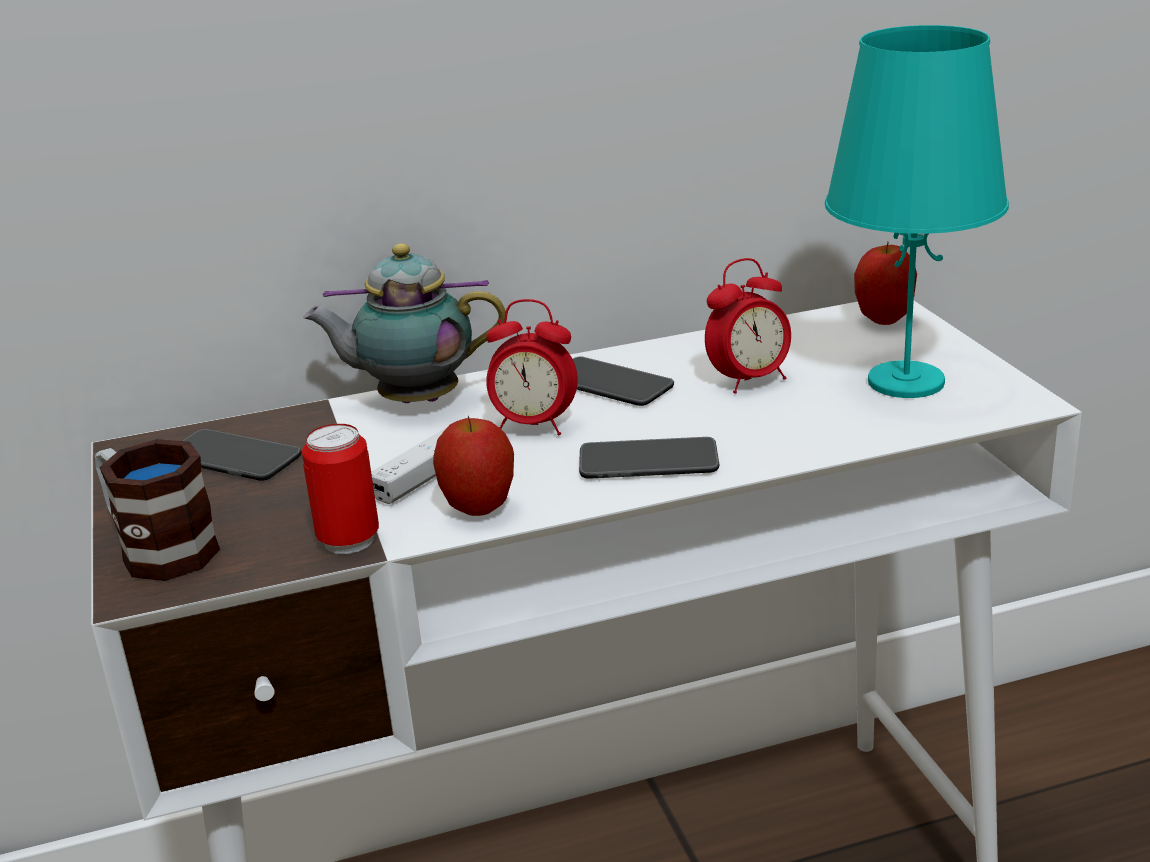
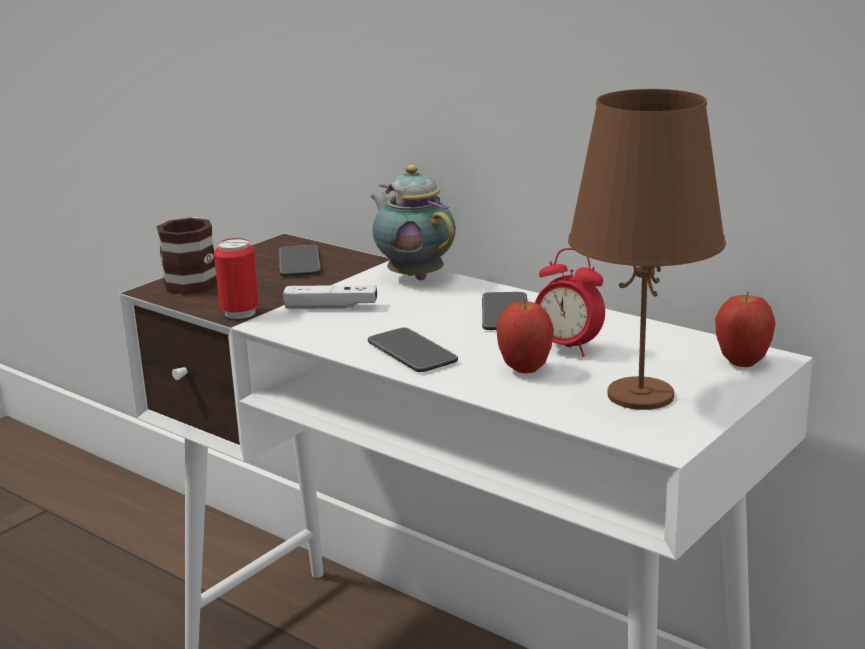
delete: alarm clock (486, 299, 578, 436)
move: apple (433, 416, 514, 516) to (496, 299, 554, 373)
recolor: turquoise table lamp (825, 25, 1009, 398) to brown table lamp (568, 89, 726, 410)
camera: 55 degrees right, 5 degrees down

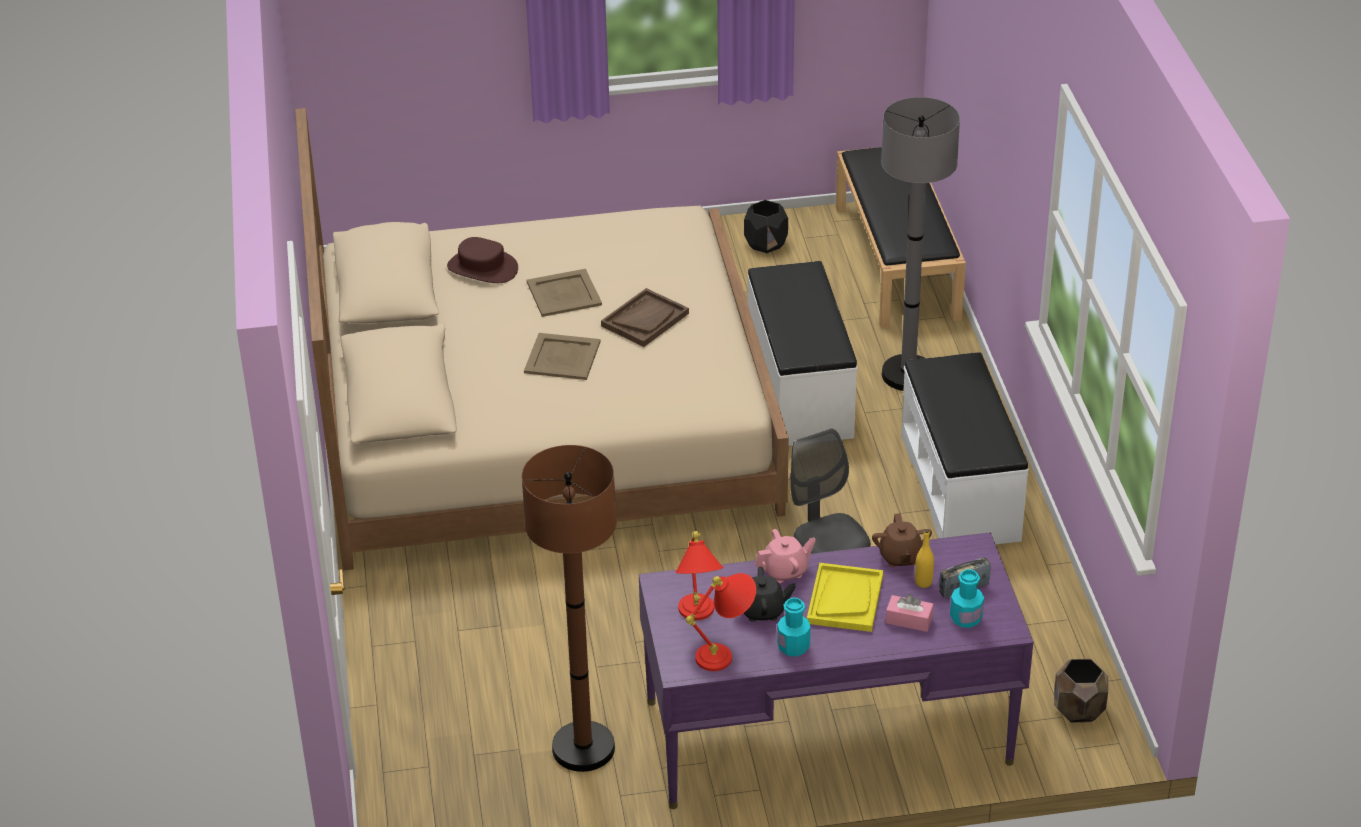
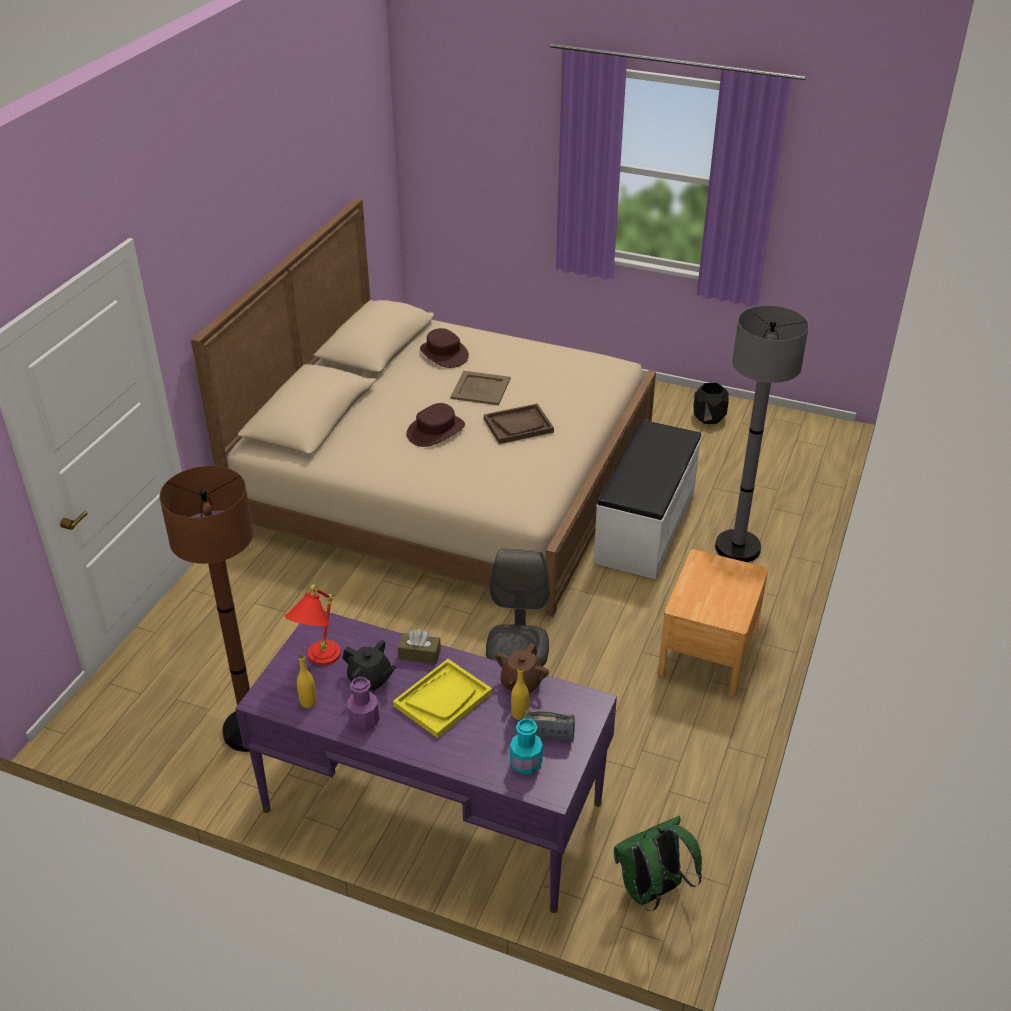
delete: black bench (836, 147, 966, 329); pink tissue box (886, 594, 934, 632)
replace: red table lamp (686, 573, 756, 671) to yellow bottle (297, 655, 317, 708); pink teapot (755, 529, 816, 583) to brown tissue box (398, 629, 441, 664); beige tray (524, 333, 601, 380) to brown hat (407, 403, 465, 447); brown planter (1054, 659, 1108, 723) to green backpack (614, 816, 702, 911); white bench (901, 352, 1029, 545) to brown nightstand (658, 549, 768, 696)
recolor: turquoise bottle (777, 598, 810, 657) to purple bottle (347, 677, 379, 731)
camera: 30 degrees right, 0 degrees up

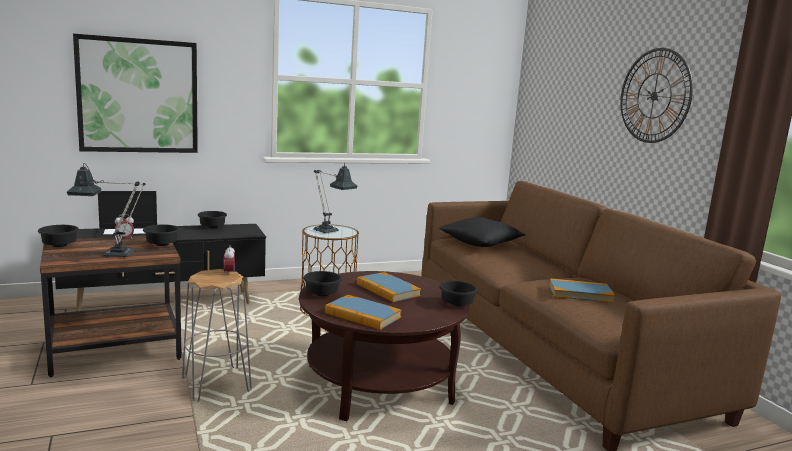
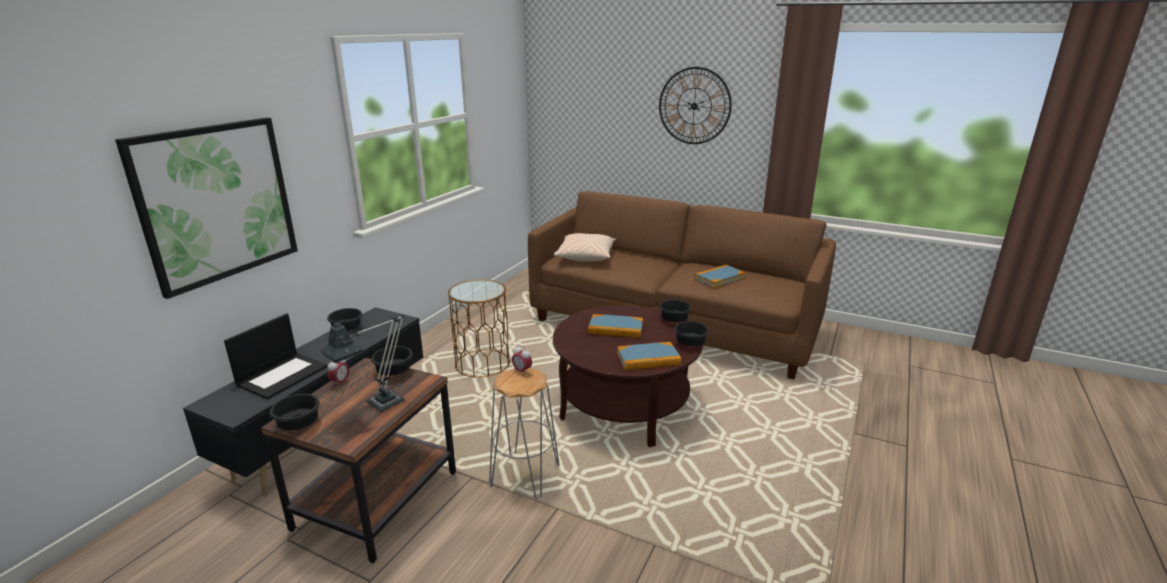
delete: table lamp (313, 163, 357, 234)
move: black bowl (303, 271, 342, 296) to (674, 321, 709, 346)
recolor: black pillow (439, 217, 526, 247) to beige pillow (554, 233, 616, 262)
camera: 40 degrees left, 10 degrees up

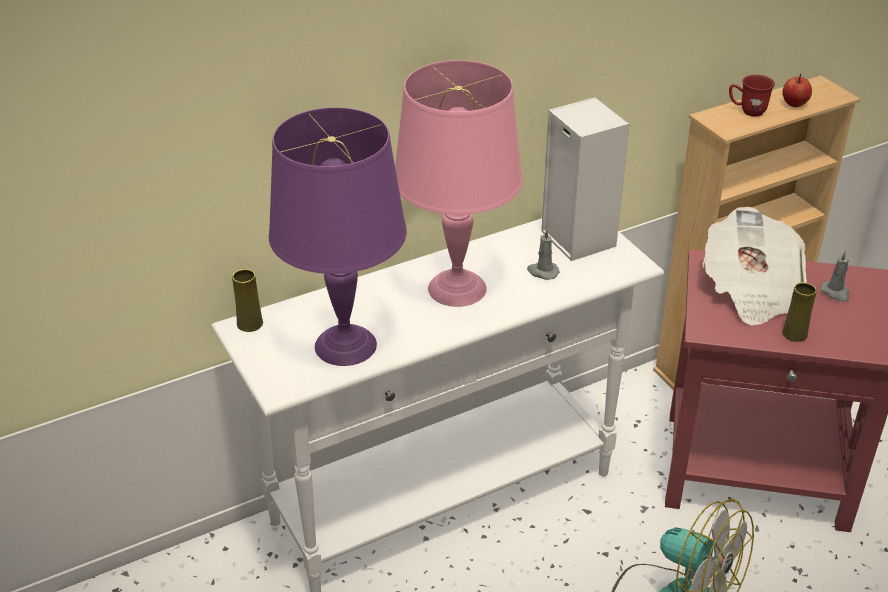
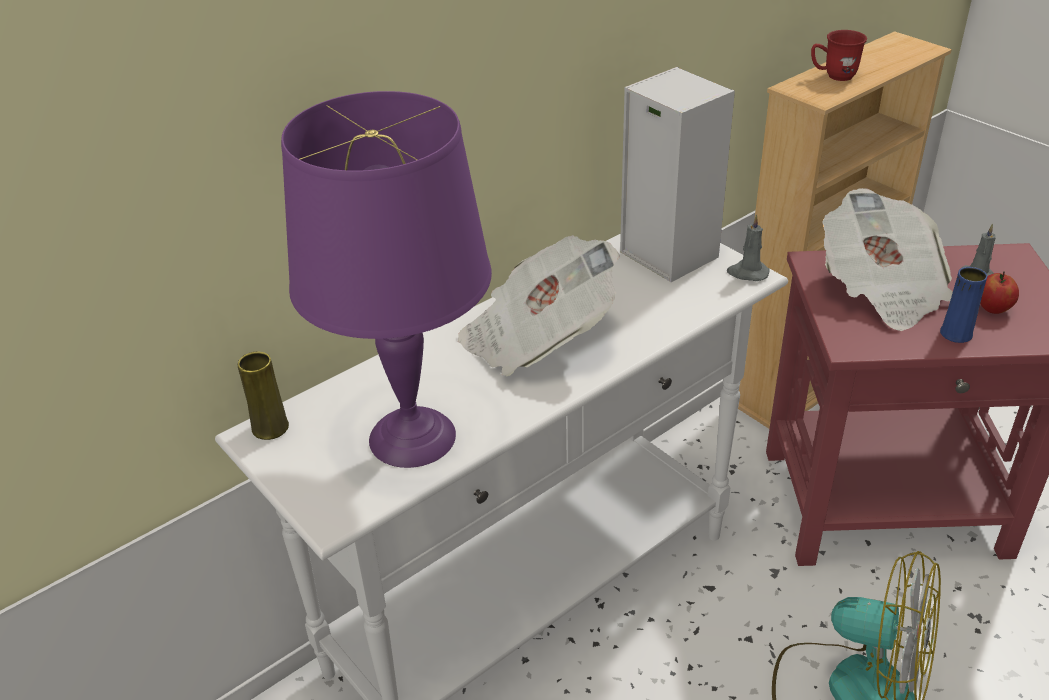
move: grey candle (527, 228, 560, 280) to (727, 215, 770, 281); apple (783, 74, 812, 107) to (980, 271, 1019, 314)
replace: pink table lamp (395, 60, 523, 307) to newspaper (458, 235, 620, 376)
recolor: yellow vase (782, 282, 817, 342) to blue vase (940, 267, 987, 343)
camera: 10 degrees left, 0 degrees up

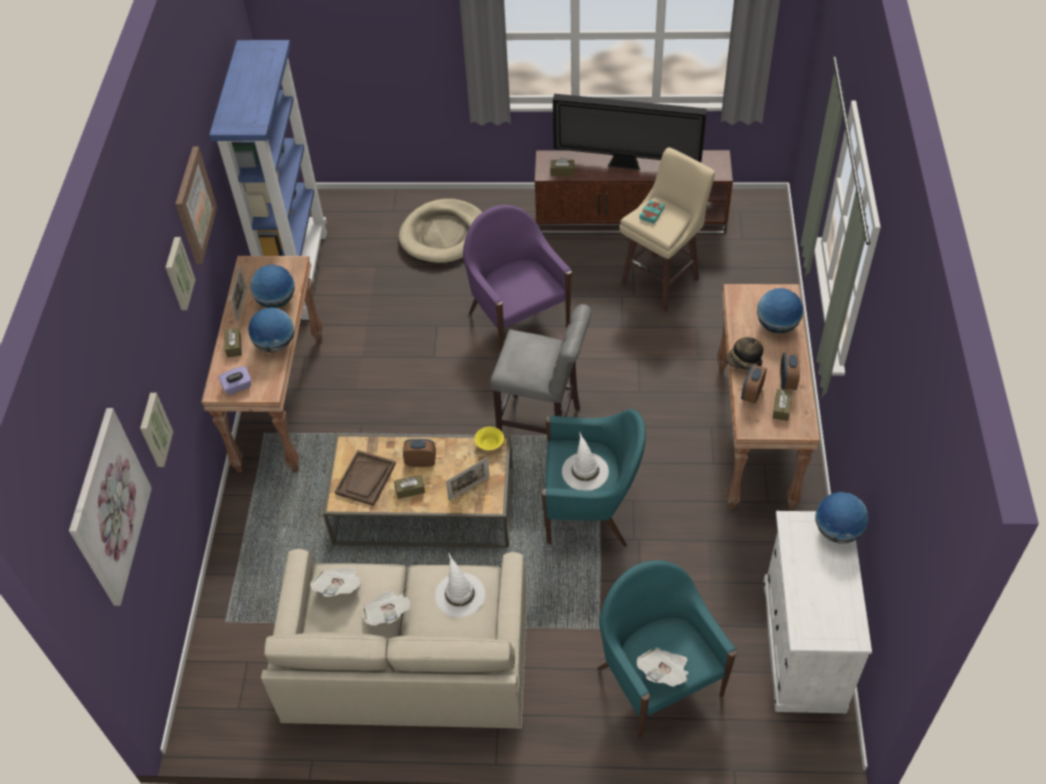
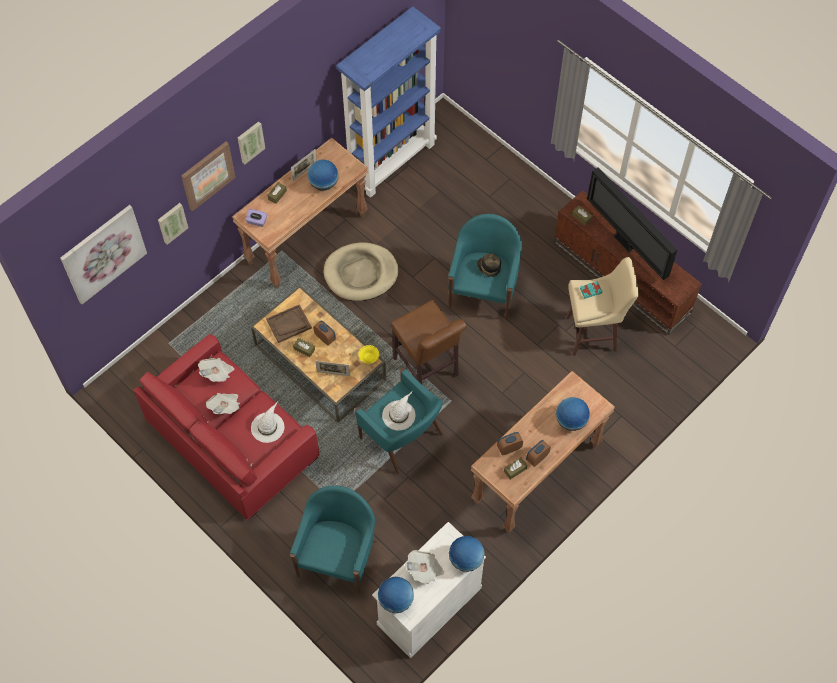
move: picture (176, 147, 217, 264) to (181, 142, 236, 211); beige dog bed (398, 199, 482, 264) to (323, 242, 399, 301); globe (248, 307, 294, 352) to (378, 577, 414, 613); newspaper (637, 647, 688, 687) to (405, 550, 444, 584); hat (726, 337, 763, 370) to (477, 253, 501, 277)
recolor: beige sofa (261, 549, 527, 728) to red sofa (134, 334, 320, 520); grey stool (490, 304, 592, 434) to brown stool (391, 300, 467, 384); purple armchair (463, 205, 572, 353) to turquoise armchair (448, 214, 522, 320)
camera: 40 degrees right, 10 degrees up

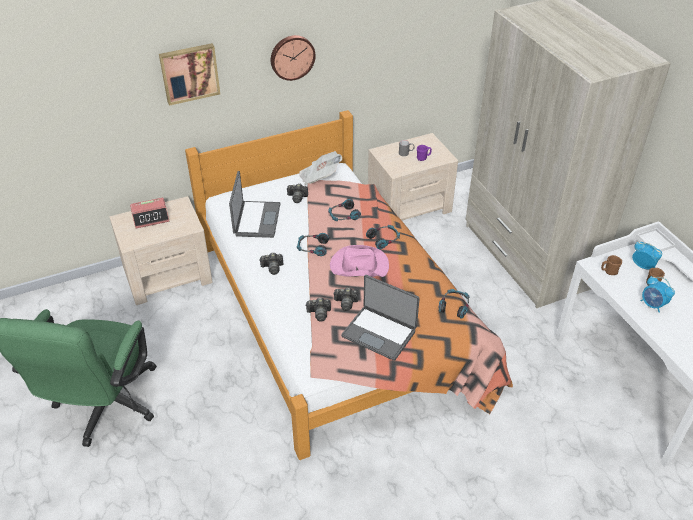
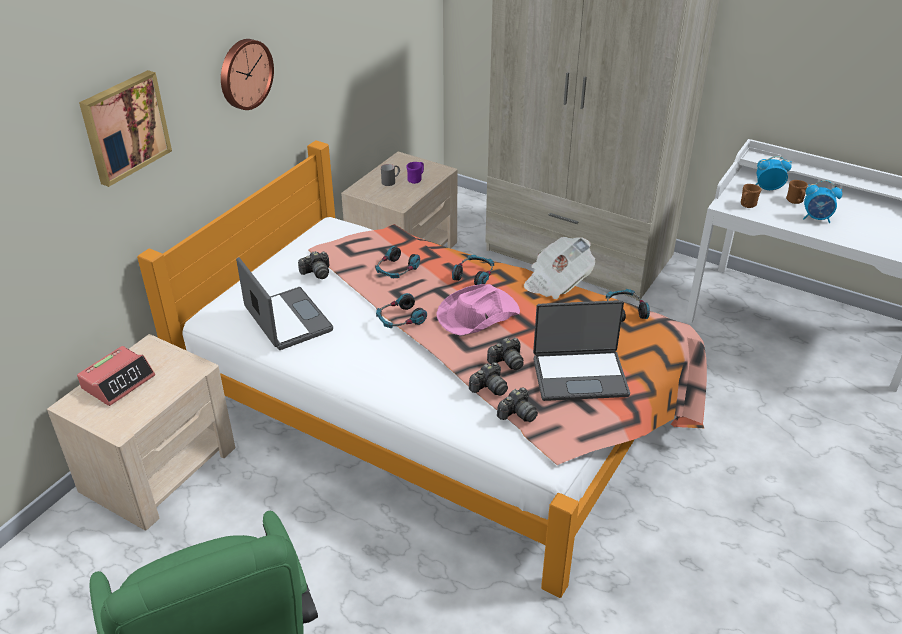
move: photo camera (260, 253, 284, 275) to (497, 387, 538, 422); newspaper (299, 151, 342, 185) to (524, 237, 595, 299)
camera: 35 degrees left, 5 degrees down

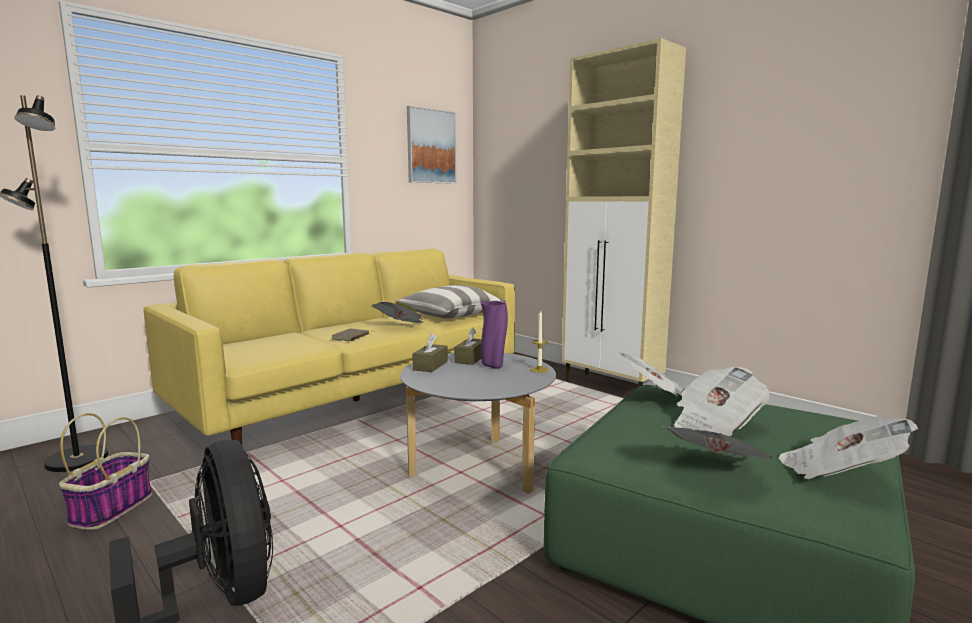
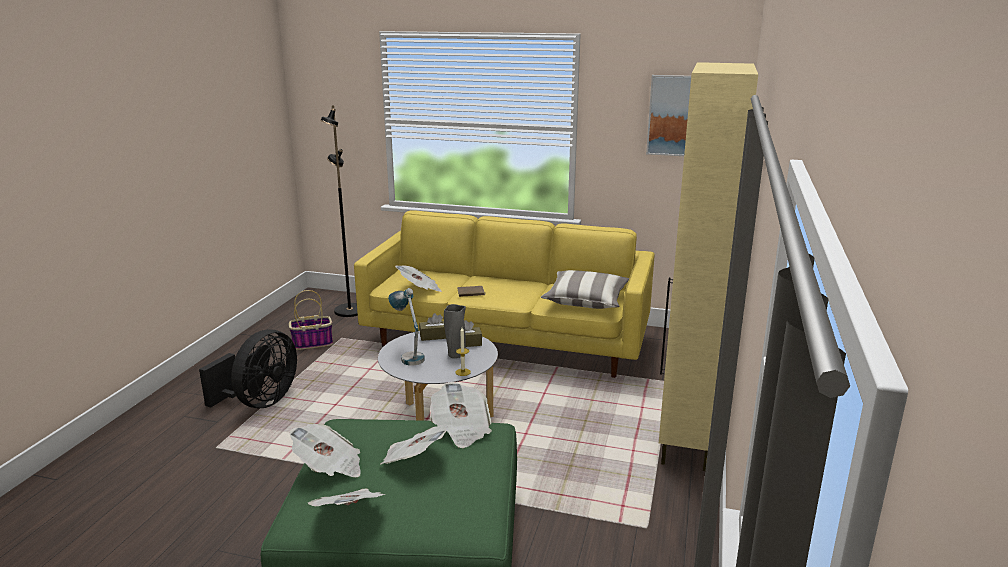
insert: table lamp (388, 288, 425, 366)
move: newspaper (372, 302, 424, 323) to (396, 265, 442, 292)
recolor: purple vase (481, 301, 508, 368) to grey vase (444, 304, 466, 358)
camera: 60 degrees right, 10 degrees up

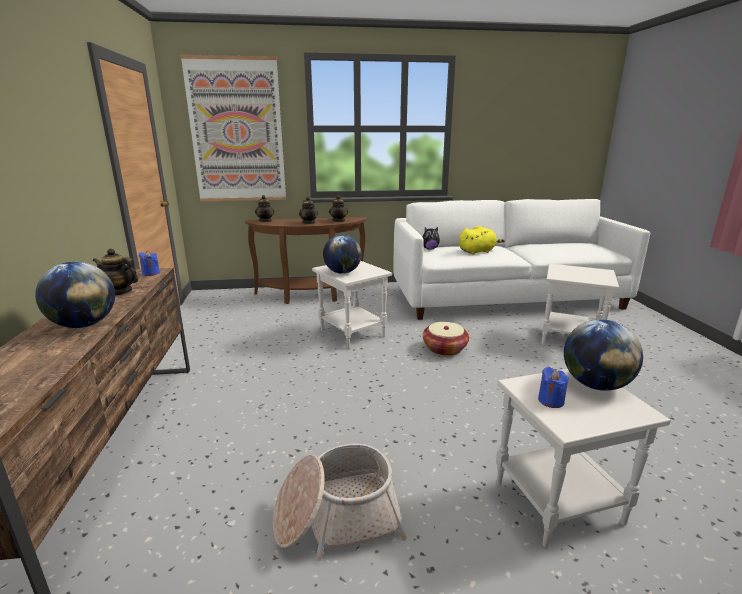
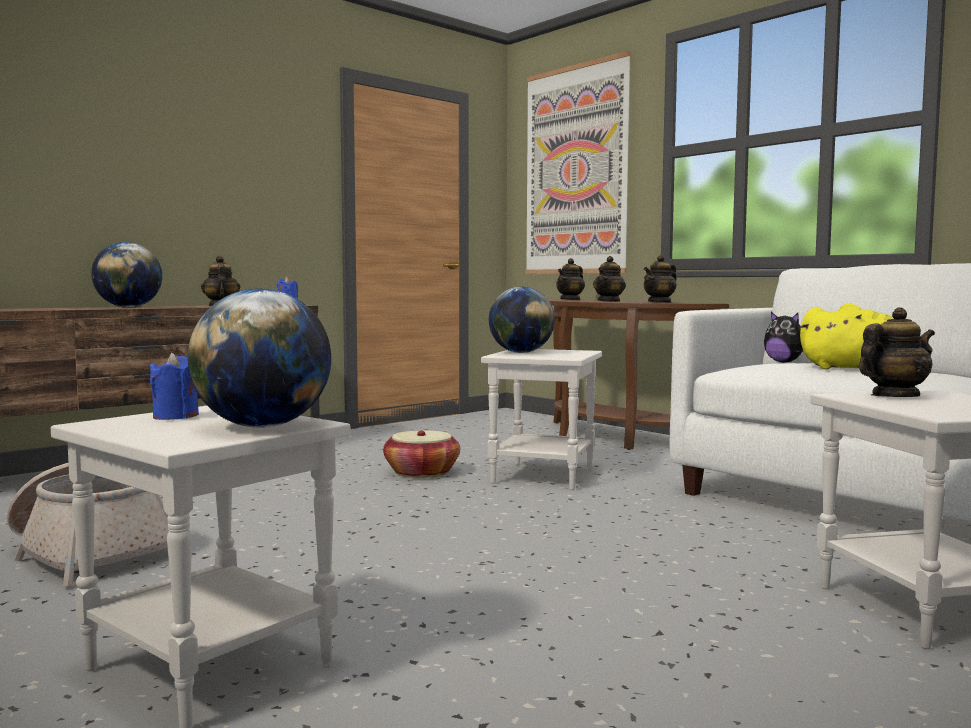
insert: teapot (859, 307, 935, 397)
move: basket (423, 322, 469, 356) to (383, 430, 460, 478)
camera: 55 degrees right, 15 degrees down

